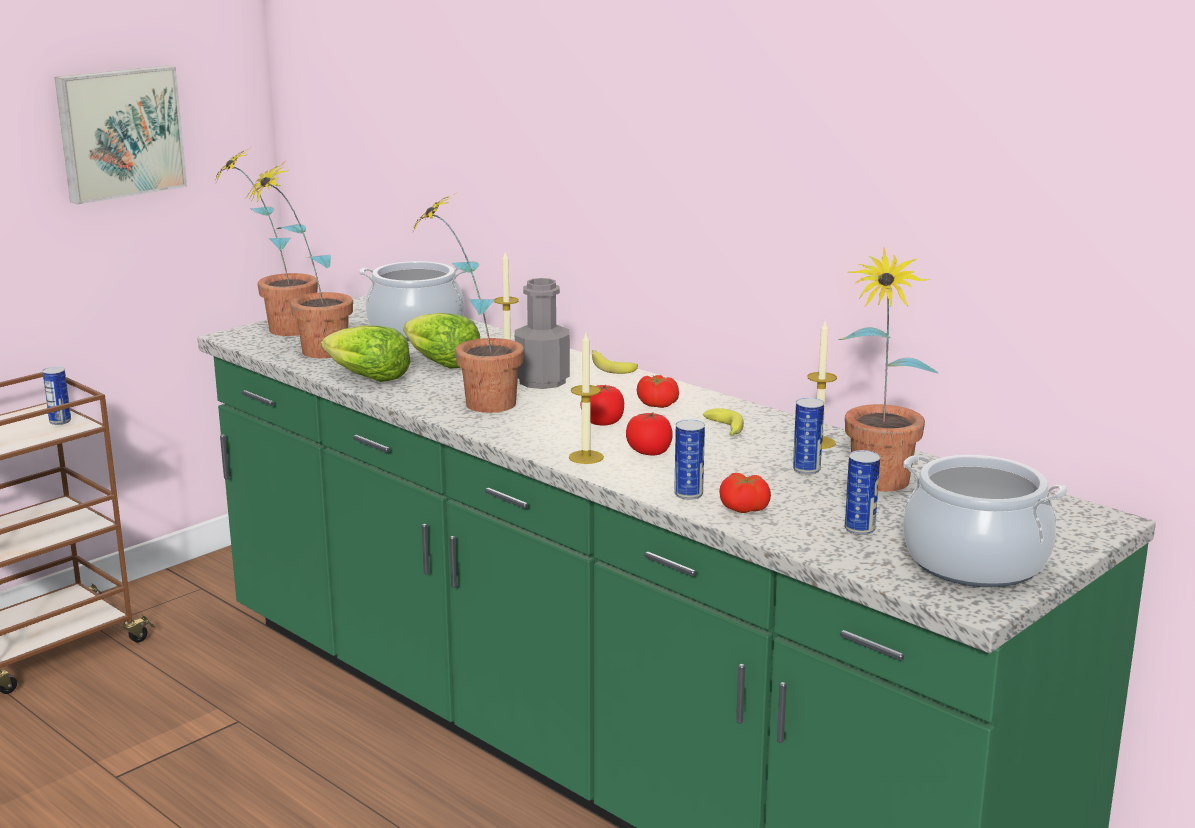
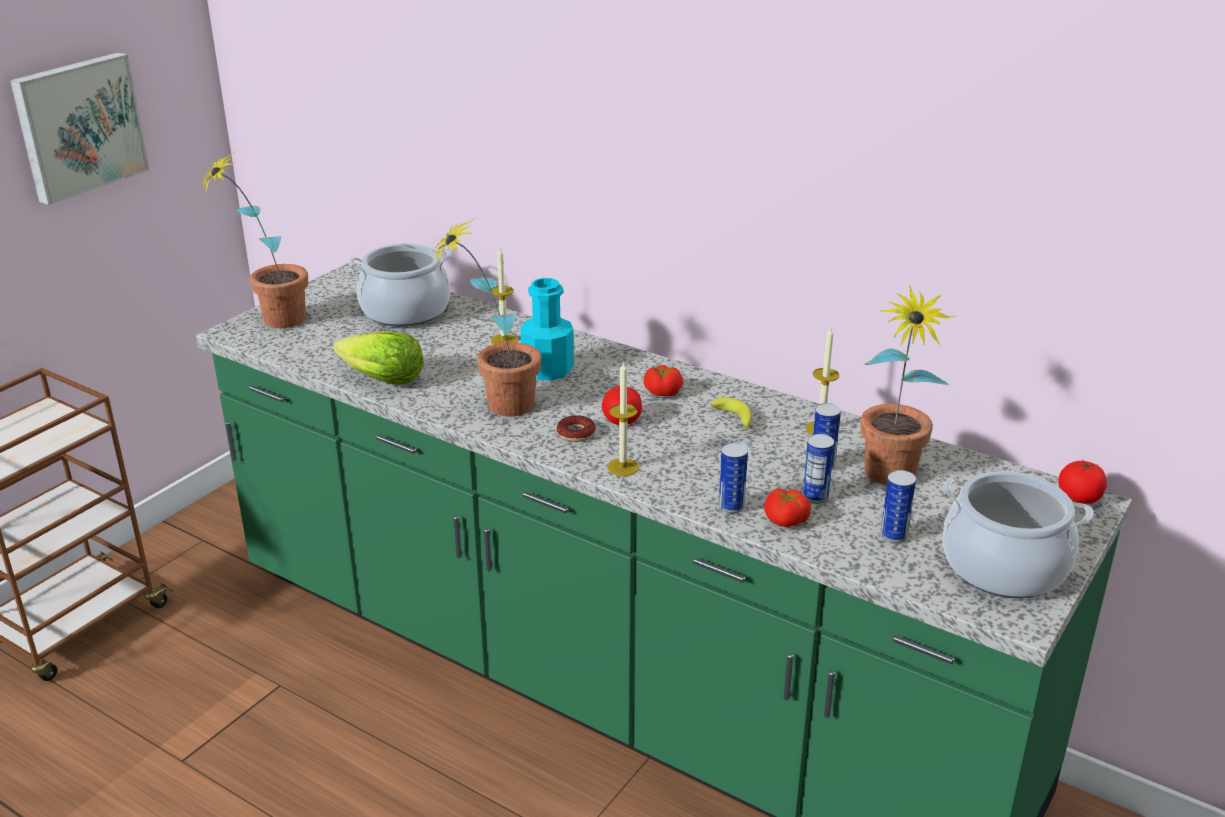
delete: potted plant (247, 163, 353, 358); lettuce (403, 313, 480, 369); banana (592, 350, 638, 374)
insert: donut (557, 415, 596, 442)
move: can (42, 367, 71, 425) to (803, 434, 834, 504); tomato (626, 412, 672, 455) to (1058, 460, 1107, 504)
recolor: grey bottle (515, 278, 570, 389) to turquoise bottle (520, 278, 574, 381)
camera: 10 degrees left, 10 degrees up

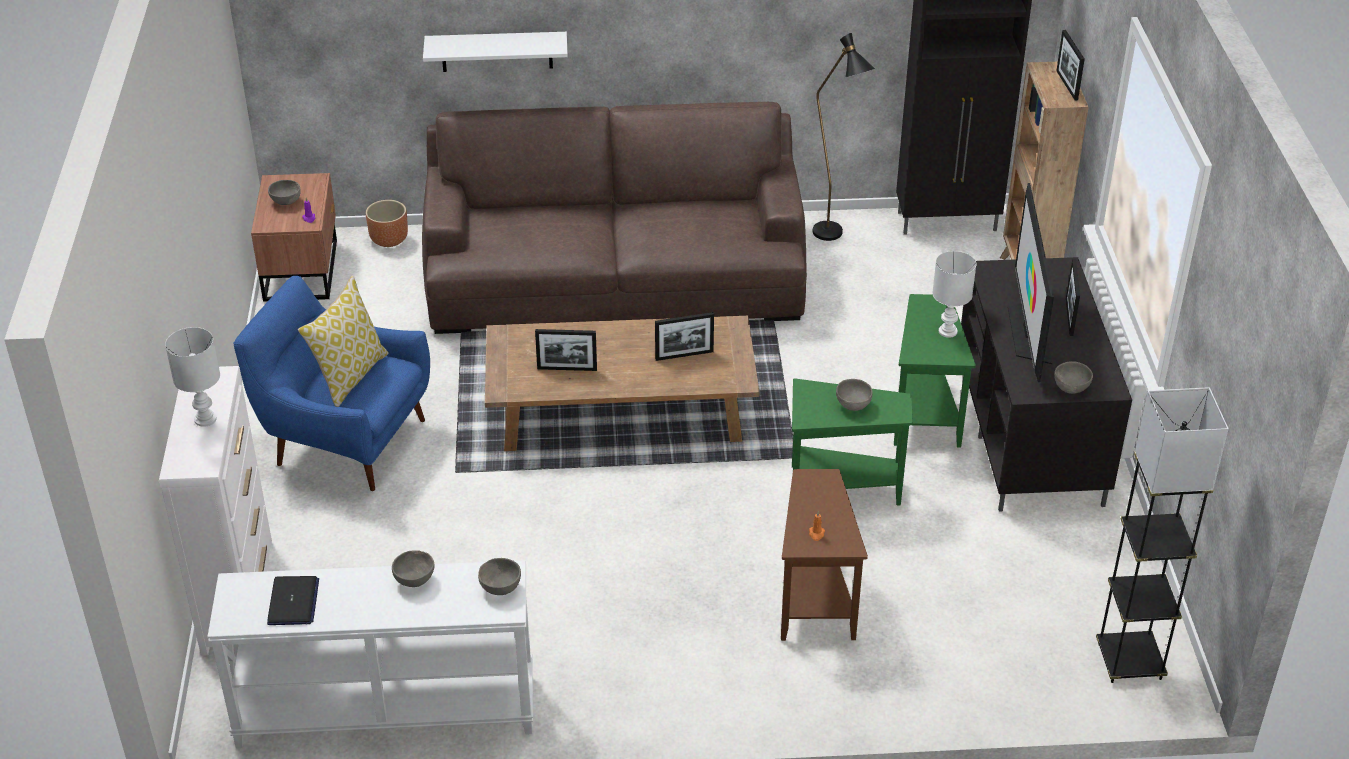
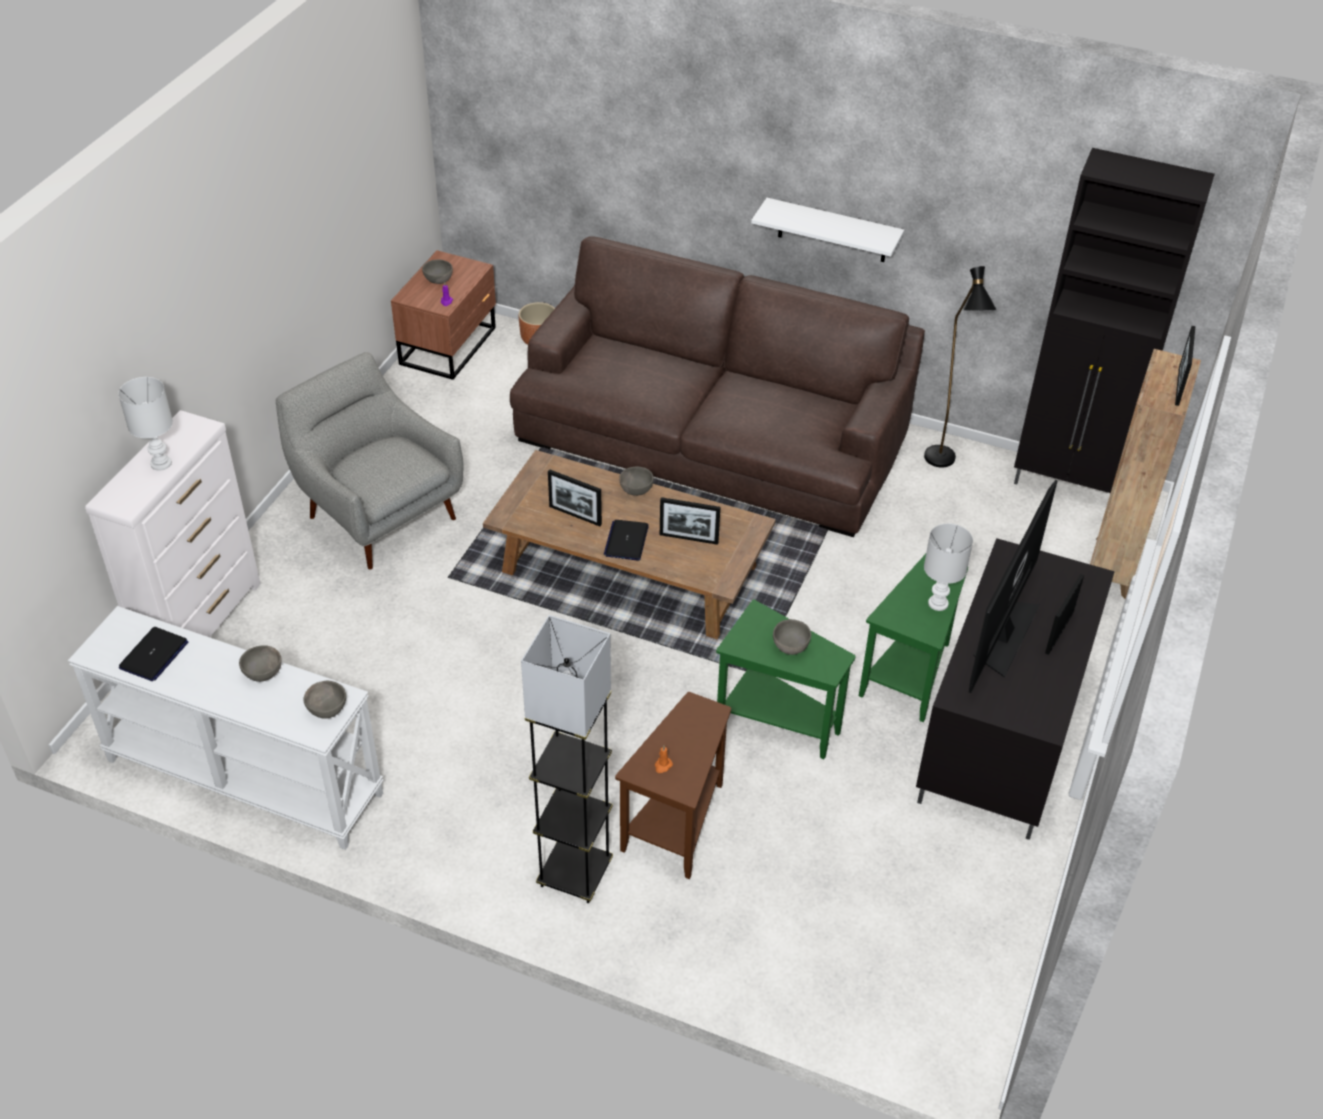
delete: pillow (298, 275, 389, 407)
insert: laptop (604, 520, 649, 560)
move: grey floor lamp (1096, 387, 1229, 683) to (521, 615, 613, 903); grey bowl (1054, 361, 1093, 394) to (619, 467, 654, 496); white shelf (423, 32, 568, 72) to (751, 198, 904, 262)
recolor: blue armchair (234, 276, 430, 491) to grey armchair (276, 352, 464, 569)
camera: 25 degrees right, 5 degrees up

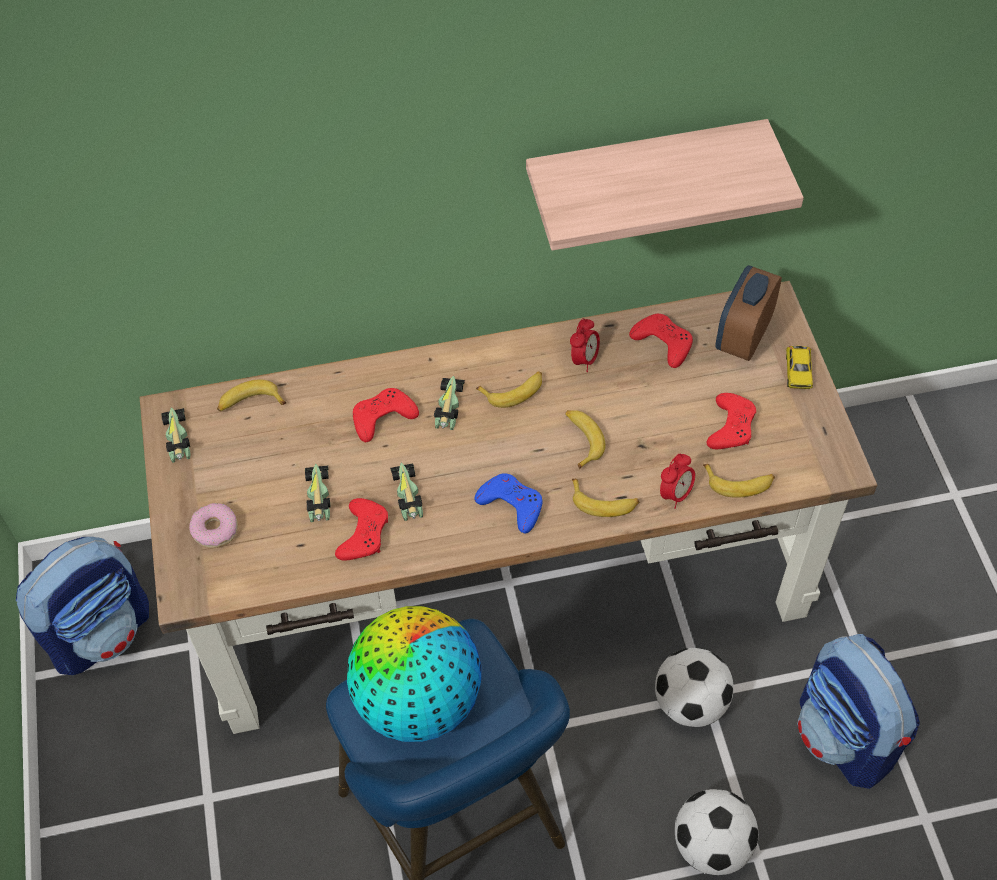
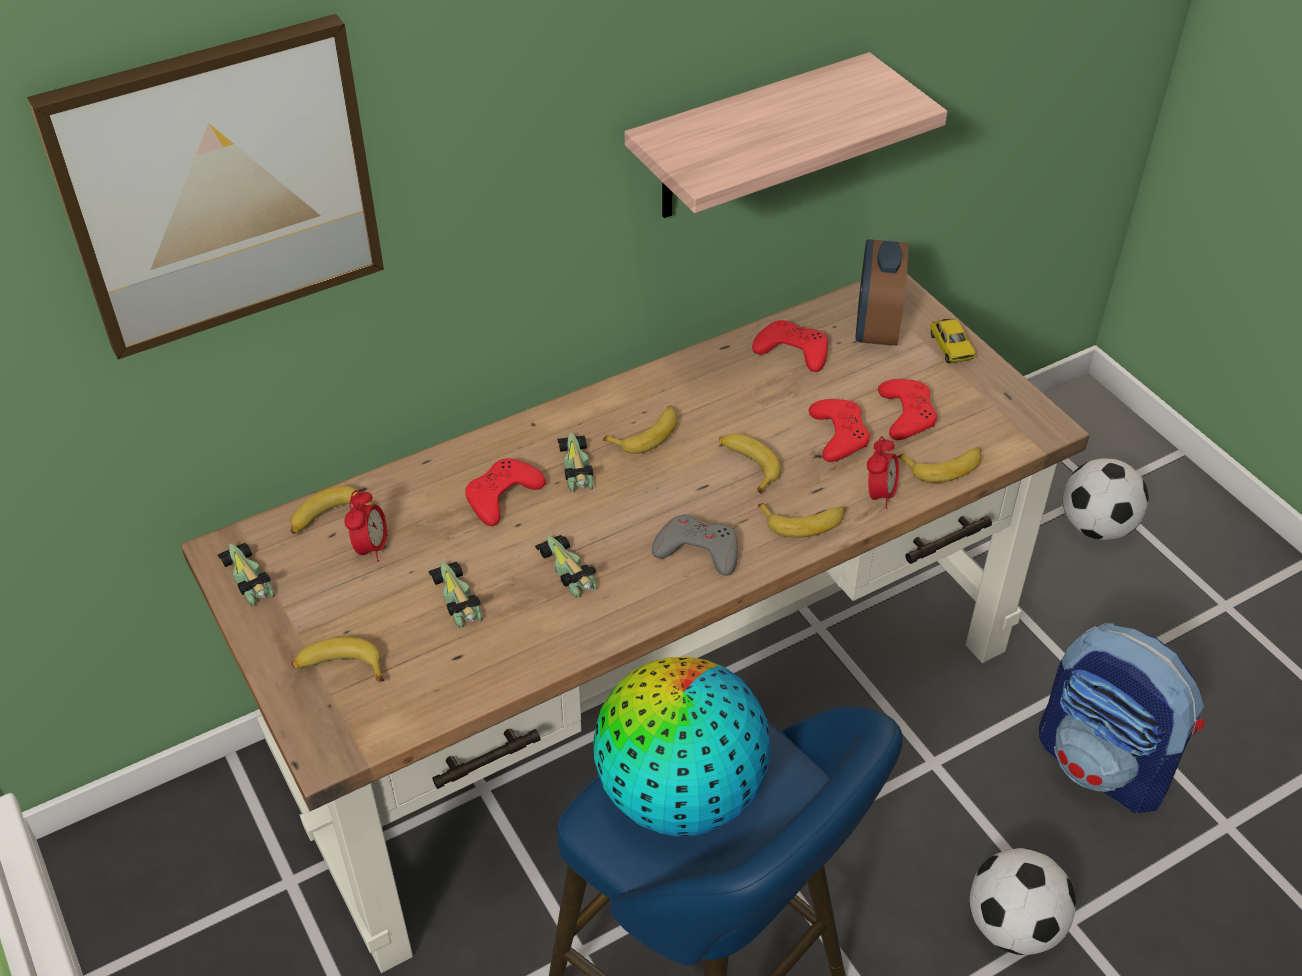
delete: backpack (16, 537, 149, 675)
insert: picture (27, 14, 384, 359)
move: alarm clock (570, 318, 600, 372) to (344, 490, 387, 562); red game controller (335, 498, 388, 561) to (809, 399, 870, 462); football (655, 648, 734, 727) to (1063, 458, 1149, 540)
replace: donut (189, 503, 238, 548) to banana (291, 637, 384, 682)
recolor: blue game controller (474, 473, 543, 533) to grey game controller (652, 515, 738, 576)
camera: 20 degrees left, 10 degrees down

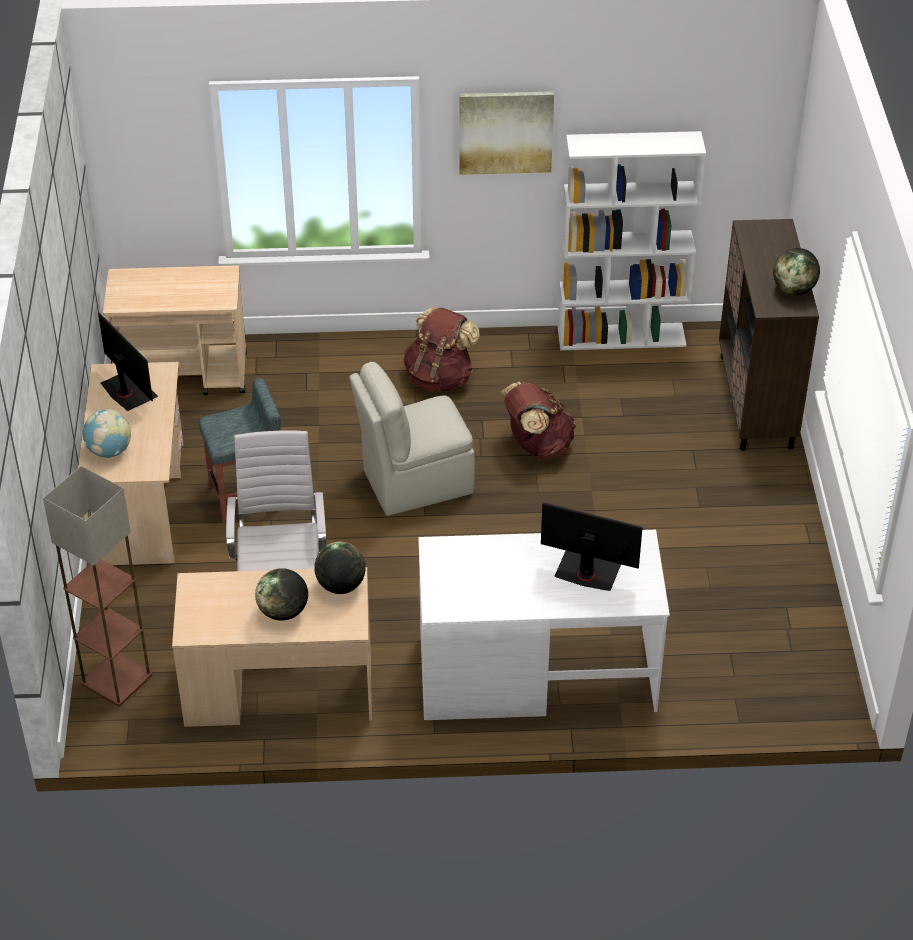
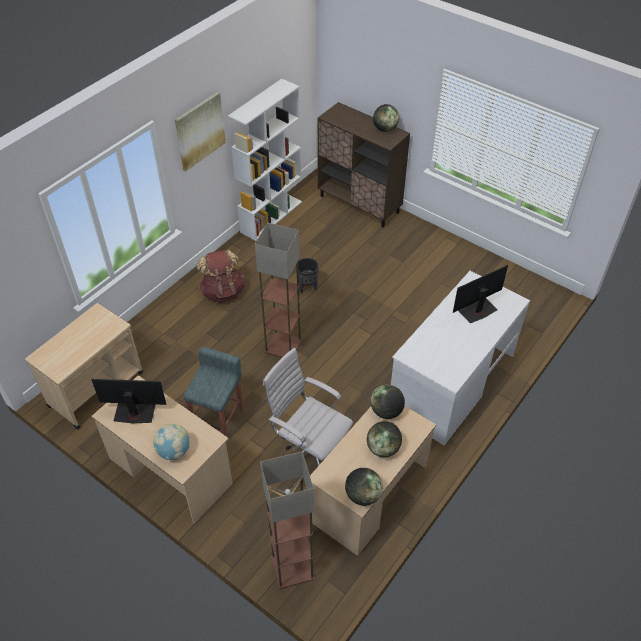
insert: globe (345, 468, 383, 506)
replace: beige chair (349, 362, 475, 516) to floor lamp (255, 222, 302, 358); brown backpack (501, 382, 576, 459) to black planter (296, 258, 319, 293)
camera: 50 degrees left, 5 degrees up

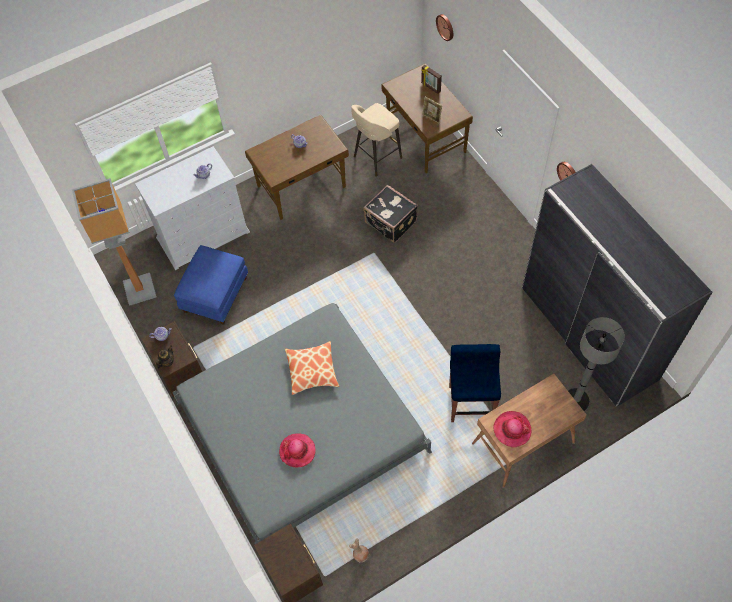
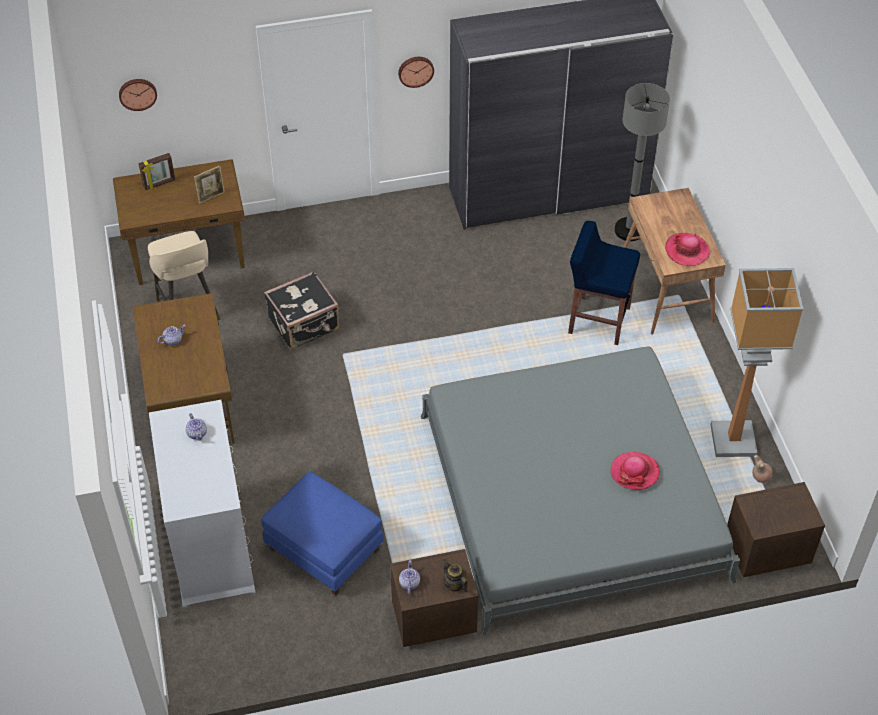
delete: pillow (285, 341, 339, 395)
move: floor lamp (72, 178, 157, 305) to (710, 268, 804, 457)
camera: 75 degrees left, 10 degrees down

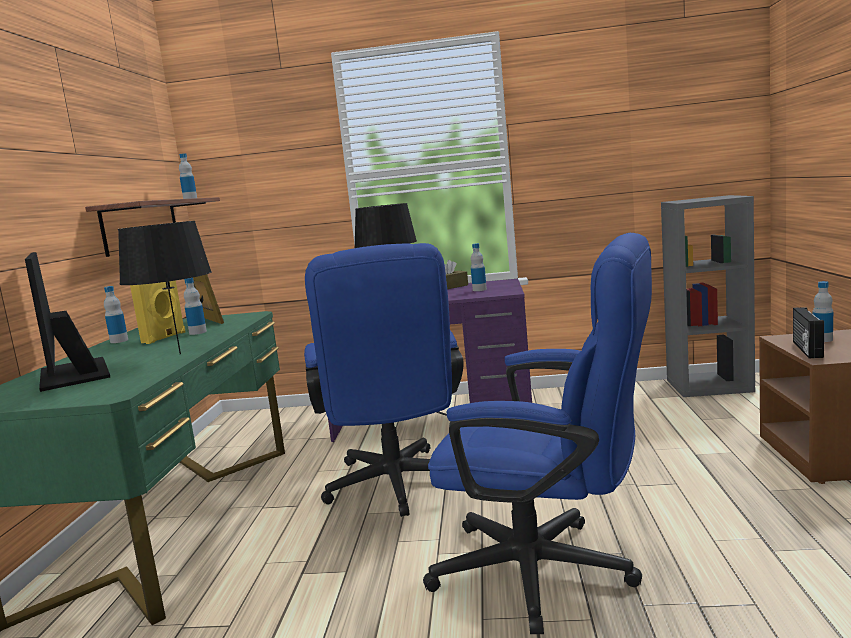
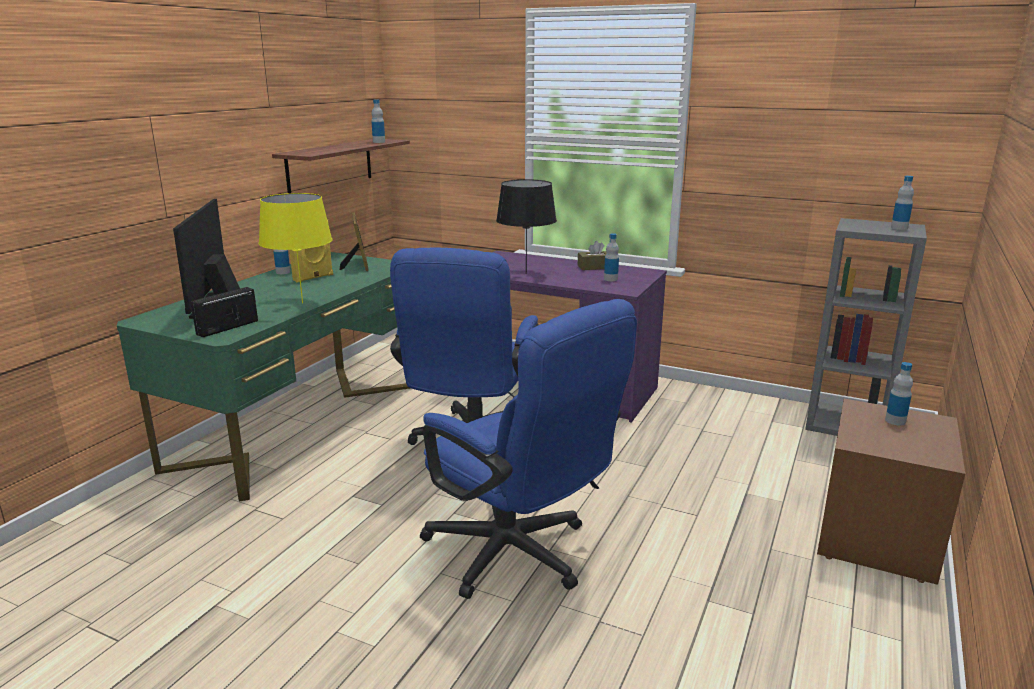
move: radio (793, 307, 824, 358) to (191, 287, 258, 337); bottle (184, 278, 207, 335) to (891, 176, 914, 230)
recolor: black table lamp (118, 221, 212, 354) to yellow table lamp (259, 193, 332, 303)
camera: 20 degrees right, 10 degrees up

